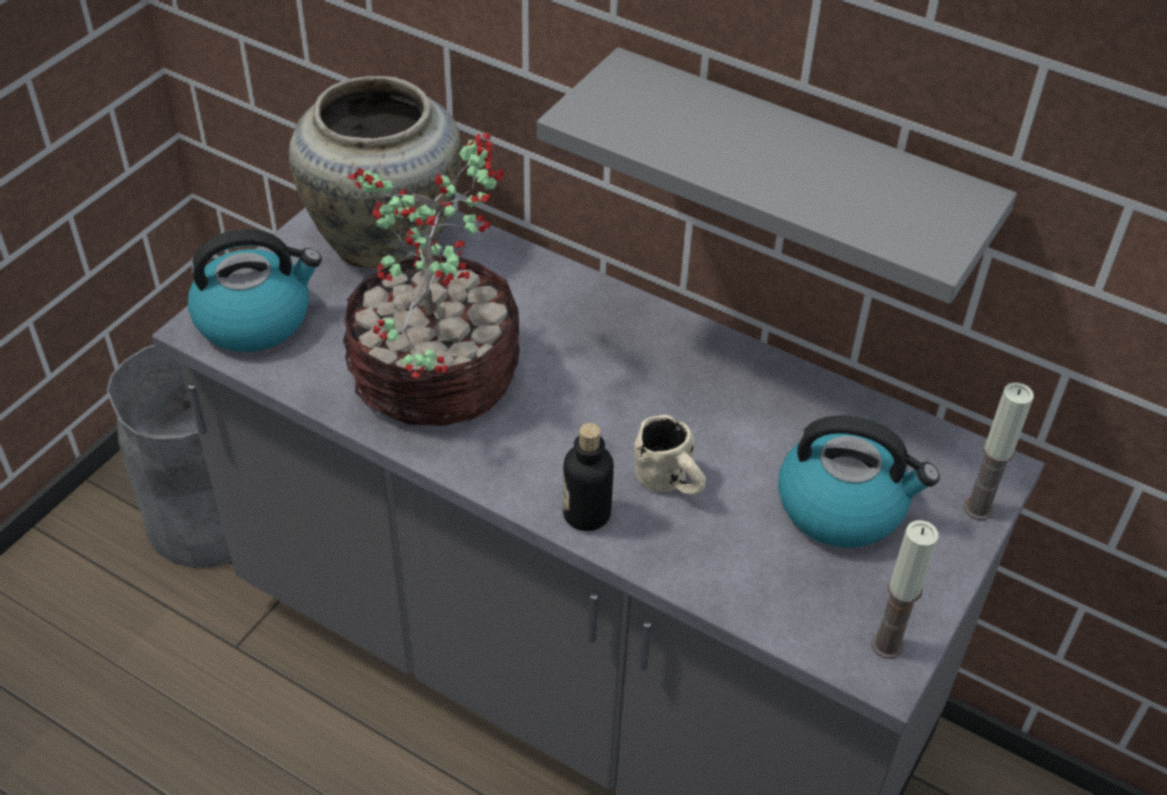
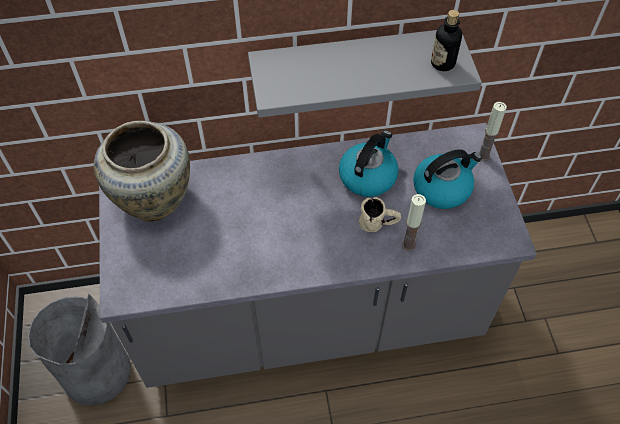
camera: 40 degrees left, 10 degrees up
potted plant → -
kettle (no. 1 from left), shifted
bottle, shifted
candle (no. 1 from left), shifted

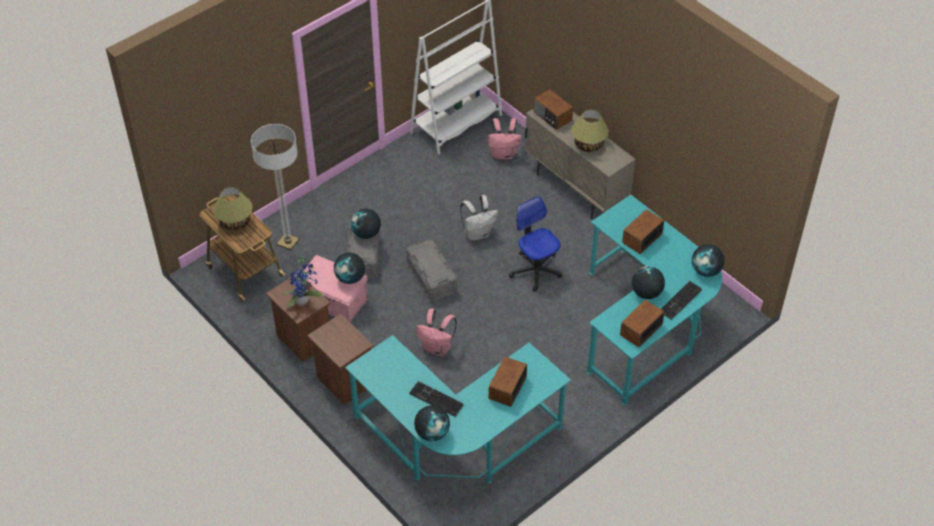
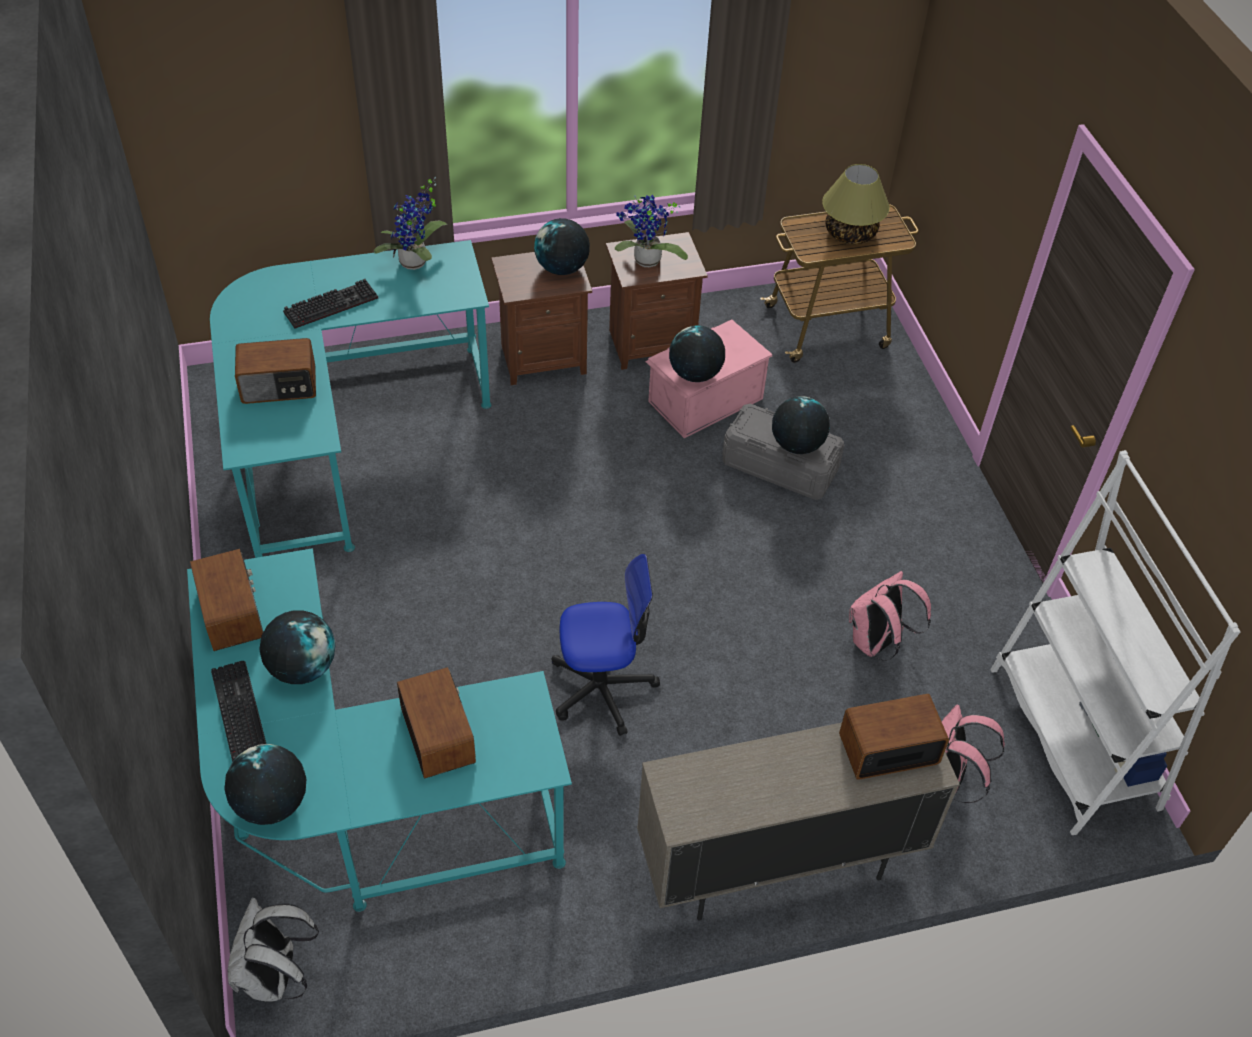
camera: 115 degrees right, 0 degrees up
floor lamp → -
storage box (grey) (no. 2 from left) → -
table lamp (no. 2 from left) → -
- → potted plant (no. 1 from left)
globe (no. 3 from left), shifted
backpack (pink) (no. 1 from left), shifted
backpack (white), shifted
radio (no. 1 from left in the first image) → radio (no. 2 from left), 120 degrees clockwise

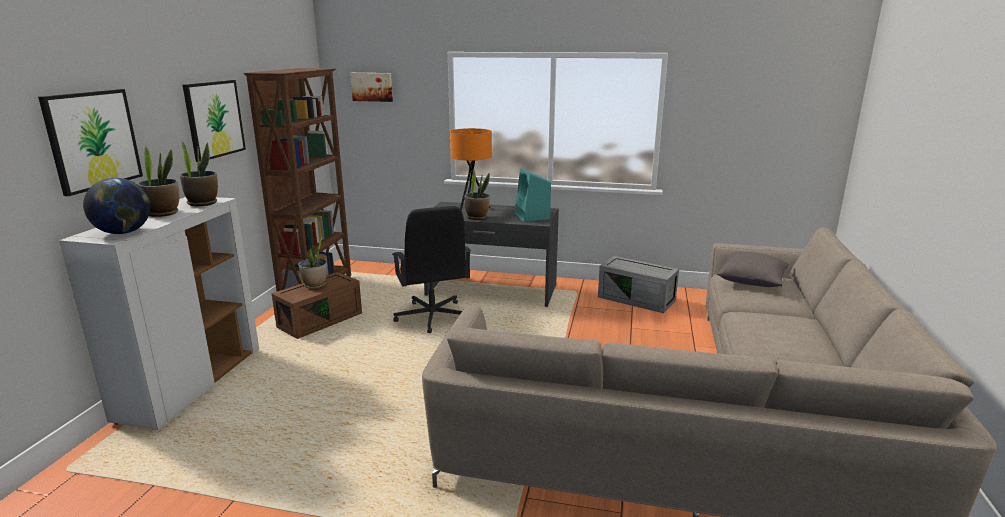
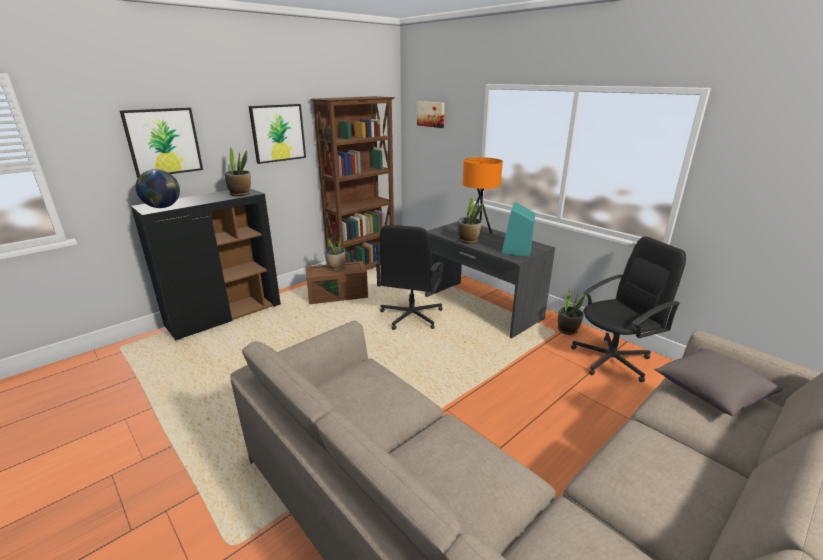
camera: 35 degrees right, 5 degrees up
potted plant (no. 1 from left in the first image) → potted plant (no. 4 from left), shifted
storage box (grey) → office chair (black) (no. 2 from left)
cabinet (white) → cabinet (black)

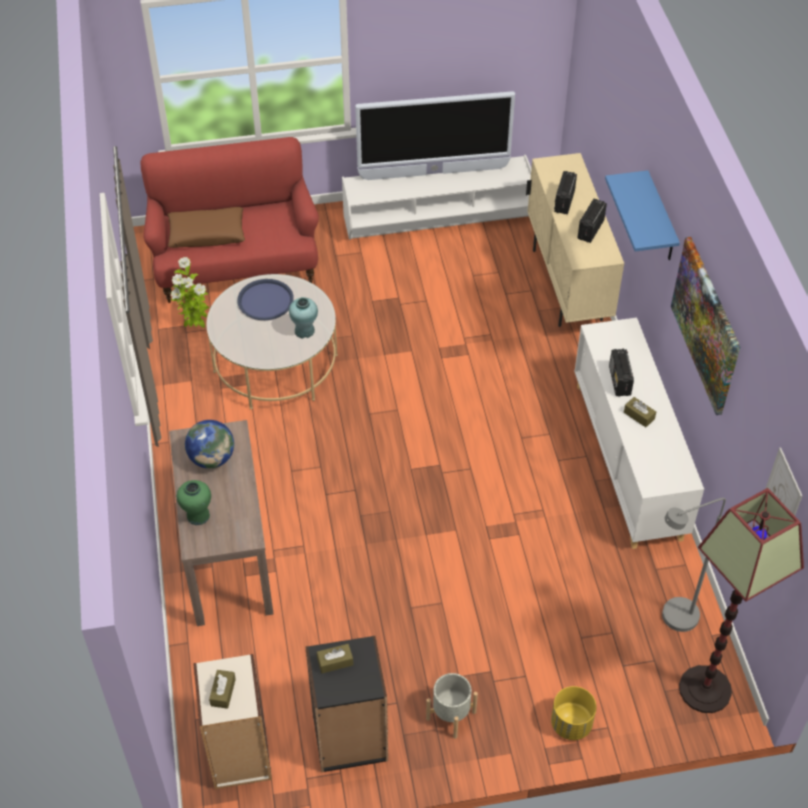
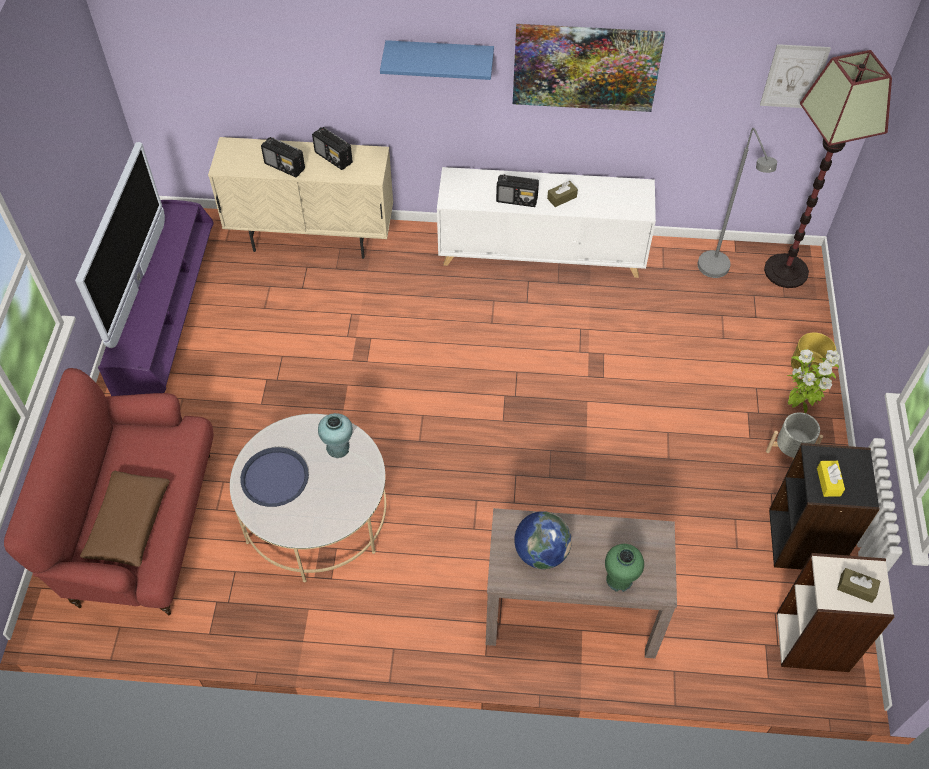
camera: 75 degrees left, 5 degrees up
potted plant, shifted
tissue box (brown) (no. 2 from left) → tissue box (yellow)
tv stand (white) → tv stand (purple)

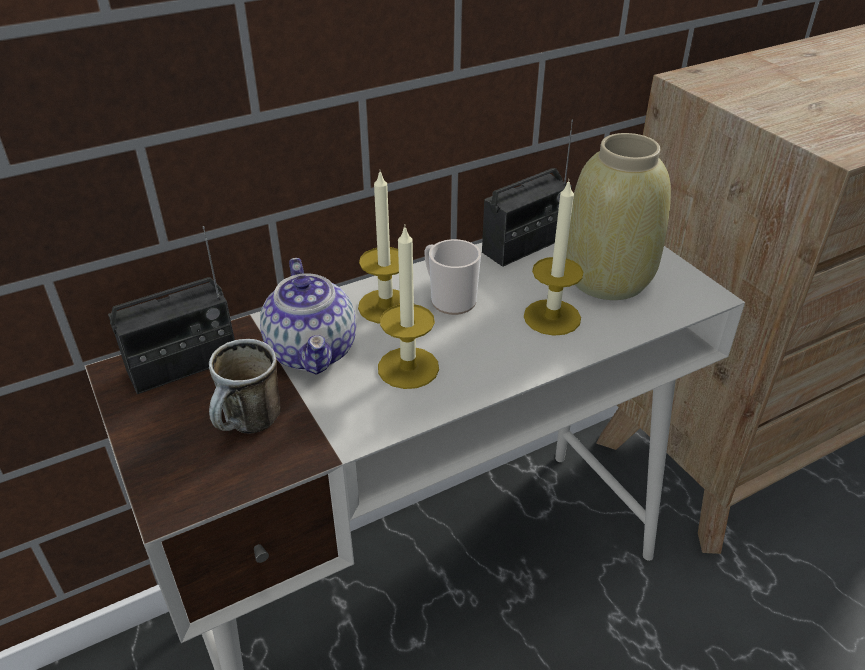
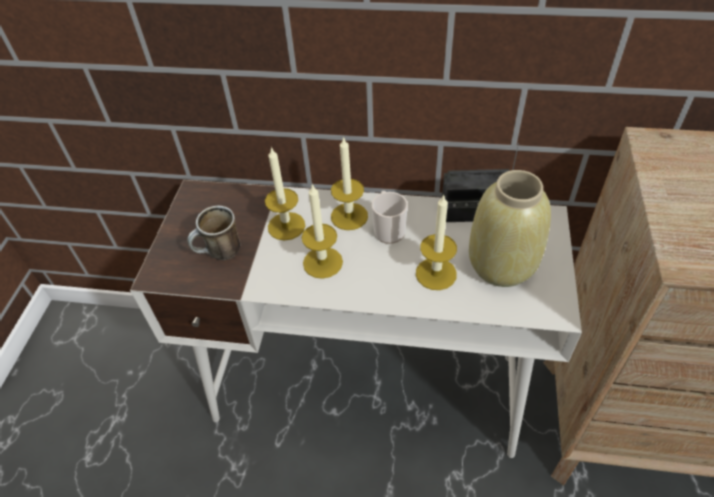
camera: 40 degrees right, 10 degrees up
radio (no. 1 from left) → -
teapot → candle (no. 1 from left)

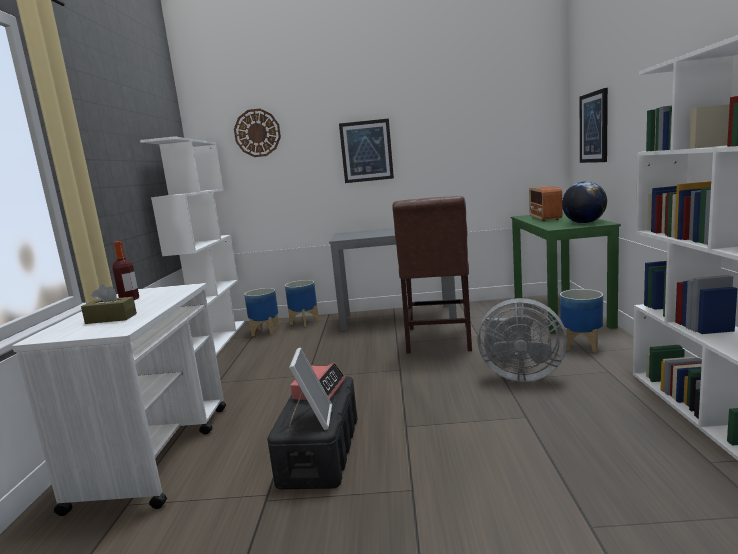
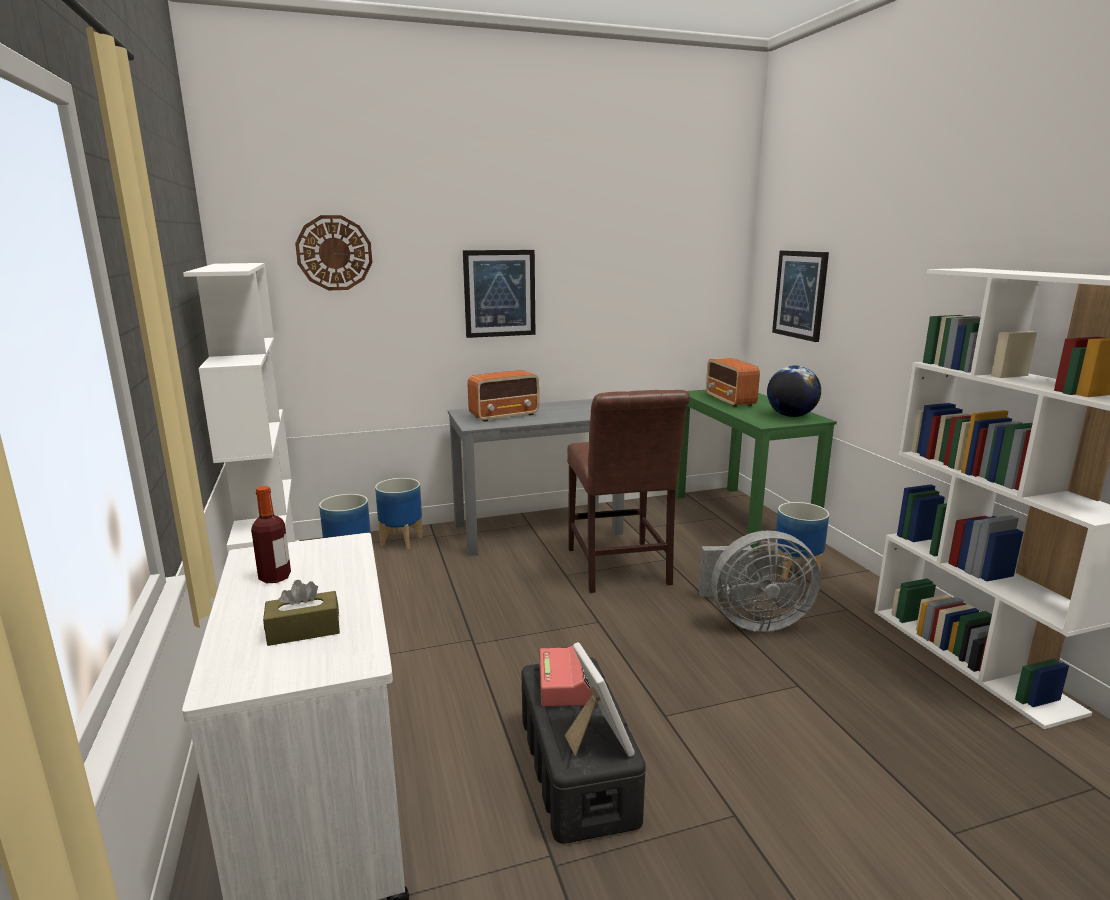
camera: 20 degrees left, 5 degrees up
- → radio (no. 1 from left)

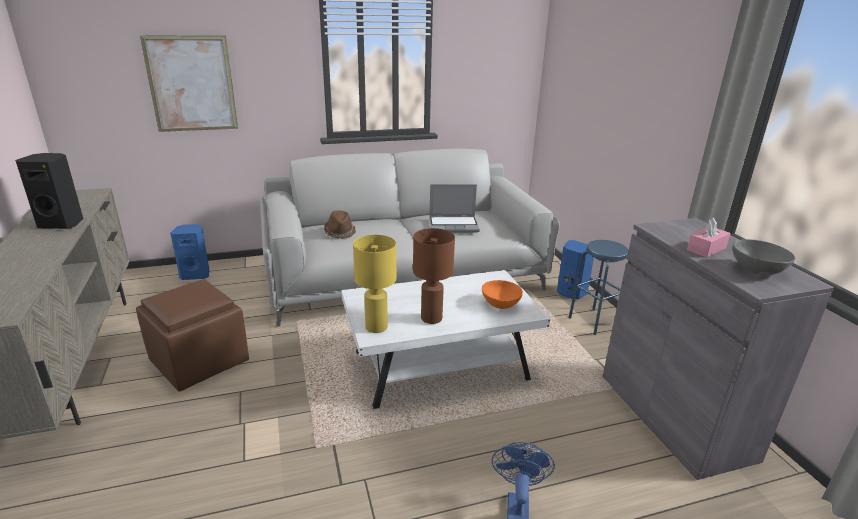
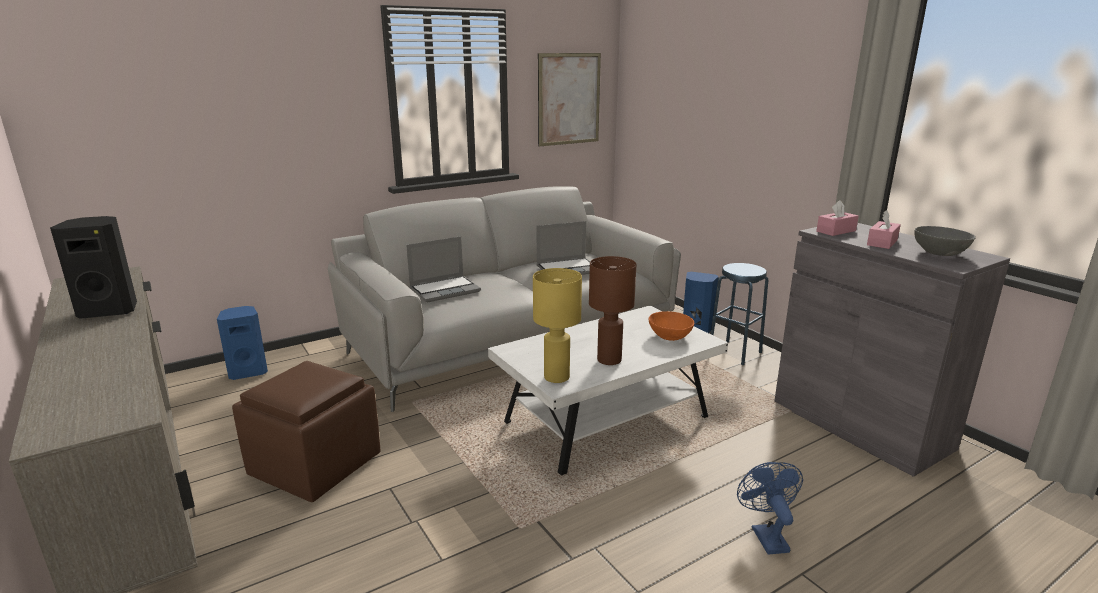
camera: 15 degrees left, 5 degrees down
- → tissue box (pink) (no. 1 from left)
picture, shifted
hat (brown) → laptop (no. 1 from left)

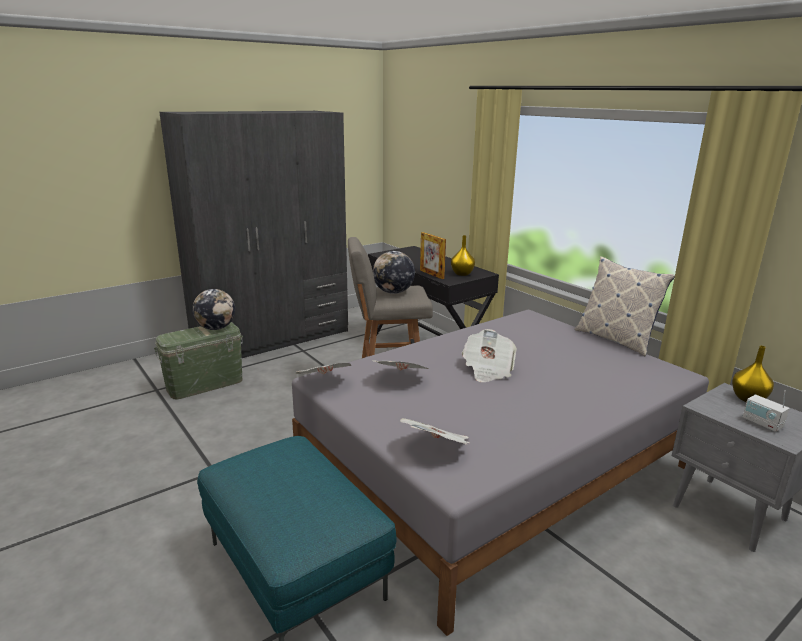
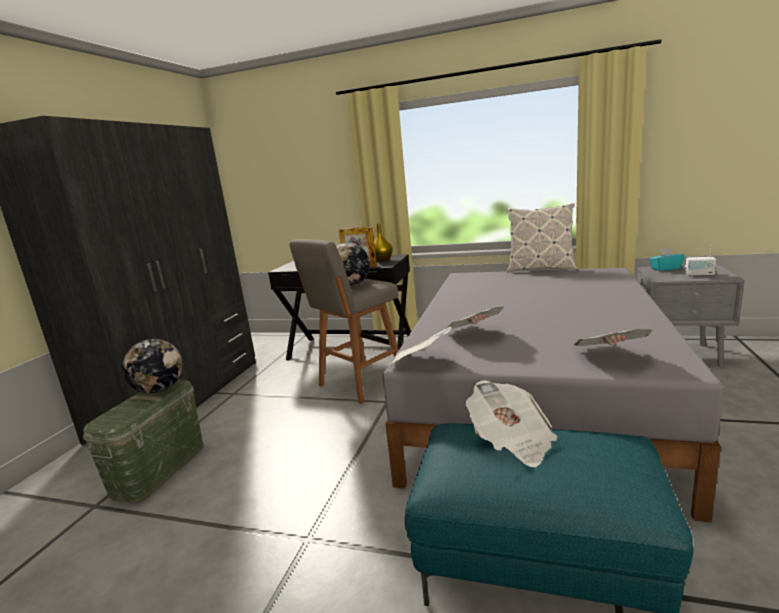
camera: 35 degrees left, 5 degrees down
newspaper (no. 4 from left in the first image) → newspaper (no. 3 from left), shifted
vase (yellow) (no. 2 from left) → tissue box (turquoise)

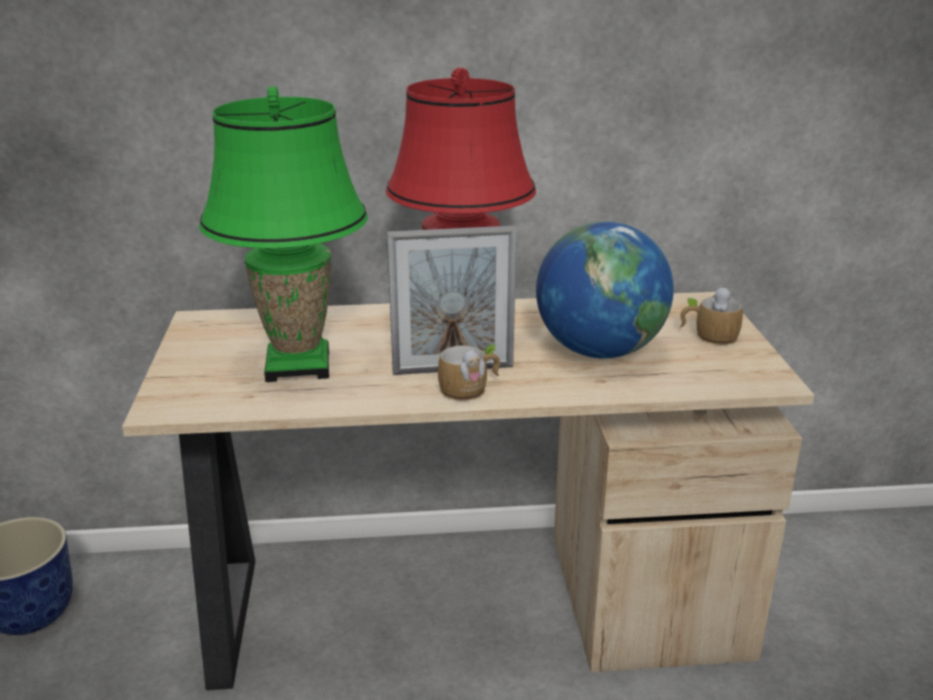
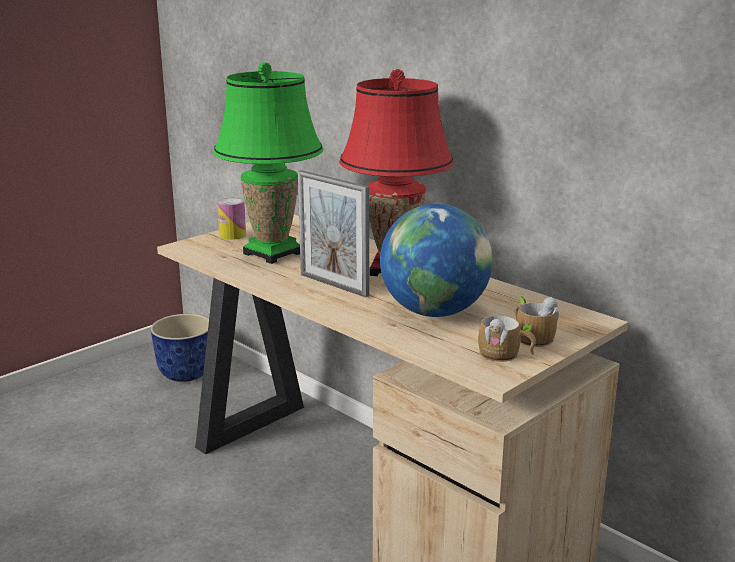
camera: 50 degrees right, 5 degrees down
- → can
mug (no. 1 from left), shifted

